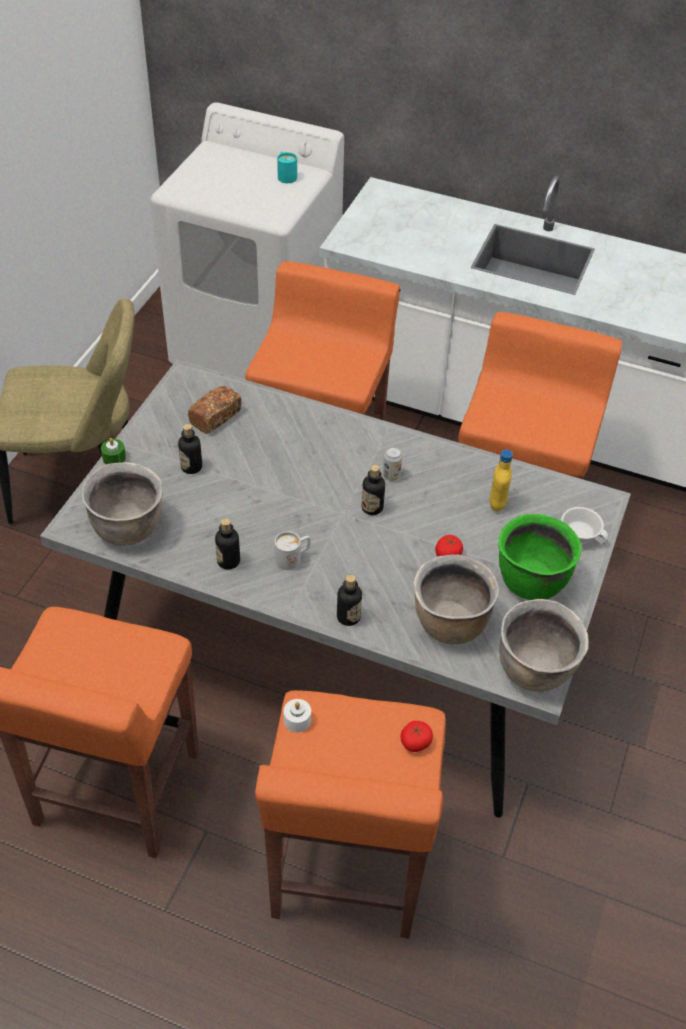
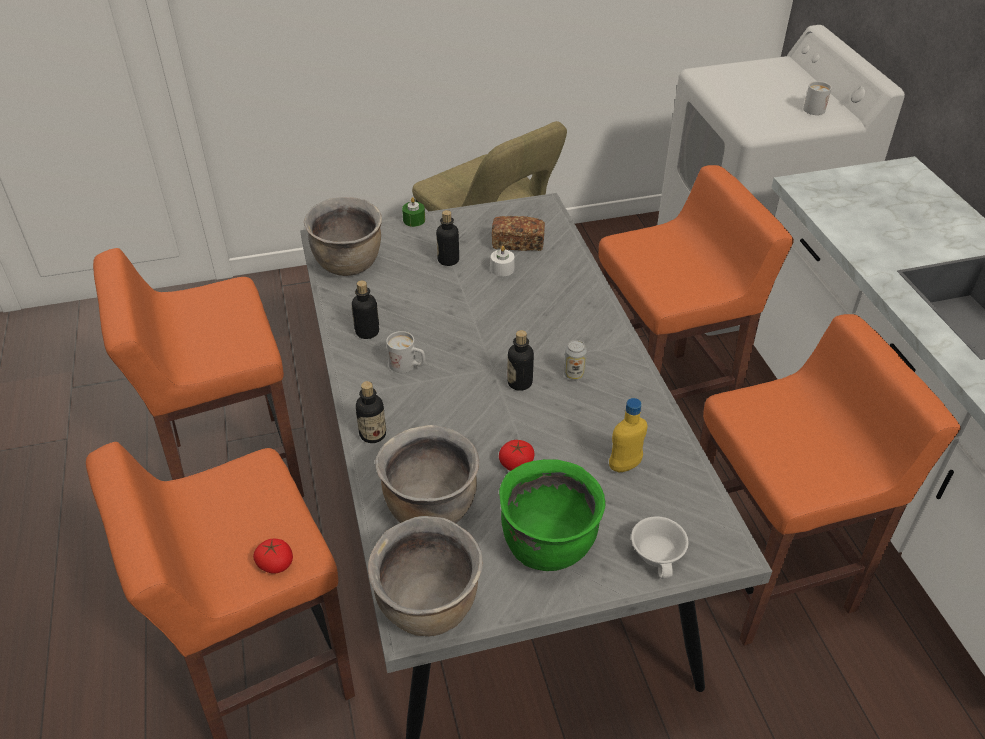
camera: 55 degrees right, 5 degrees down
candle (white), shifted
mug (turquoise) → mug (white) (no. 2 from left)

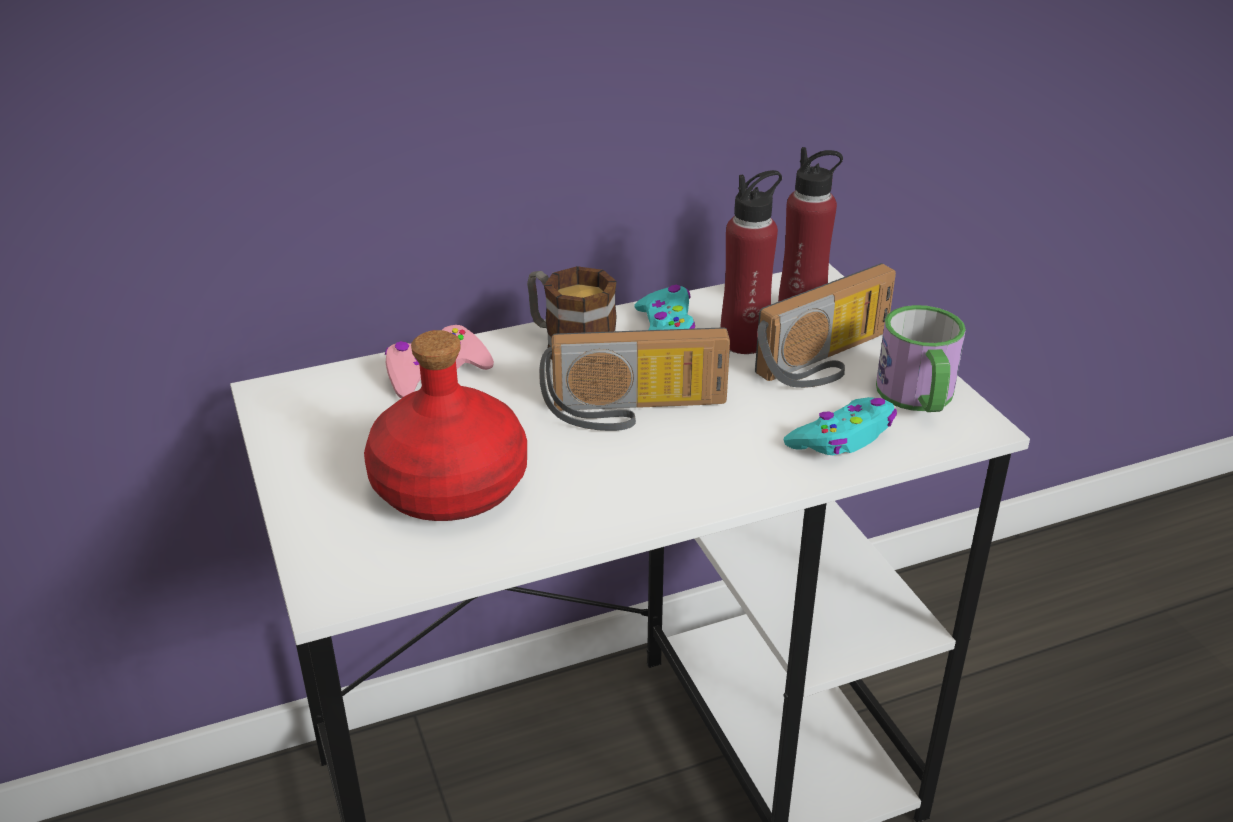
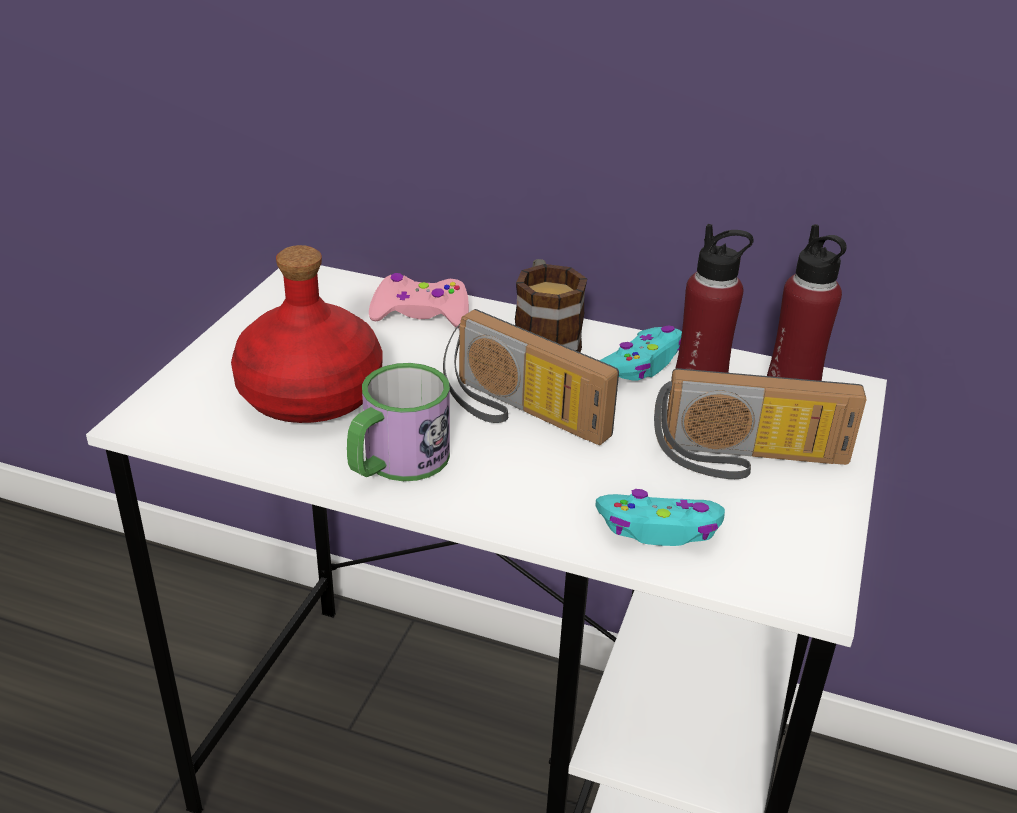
camera: 40 degrees right, 0 degrees up
mug (no. 2 from left in the first image) → mug (no. 1 from left), shifted

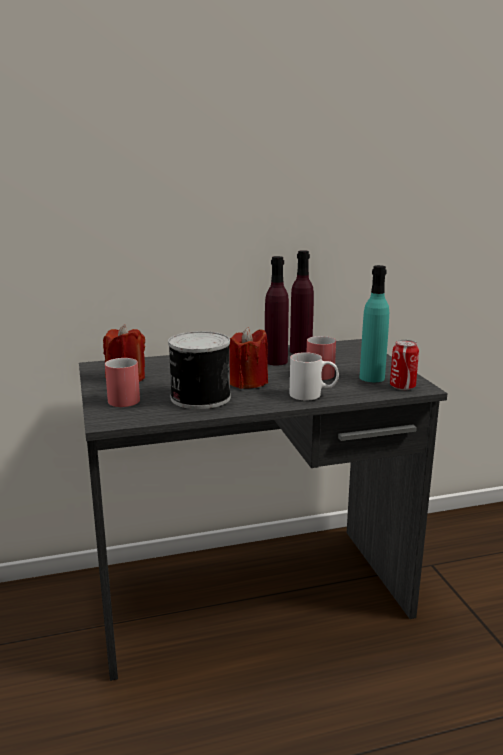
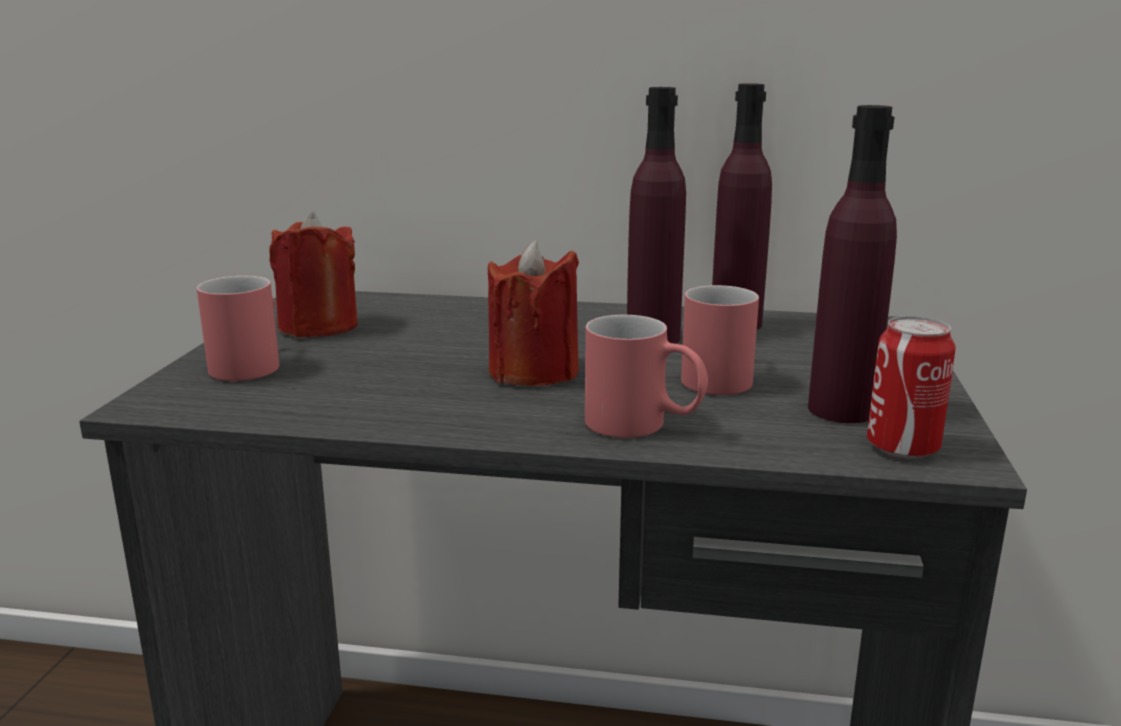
camera: 25 degrees right, 0 degrees up
can (no. 1 from left) → -
mug (white) → mug (red) (no. 2 from left)
bottle (turquoise) → bottle (purple) (no. 3 from left)

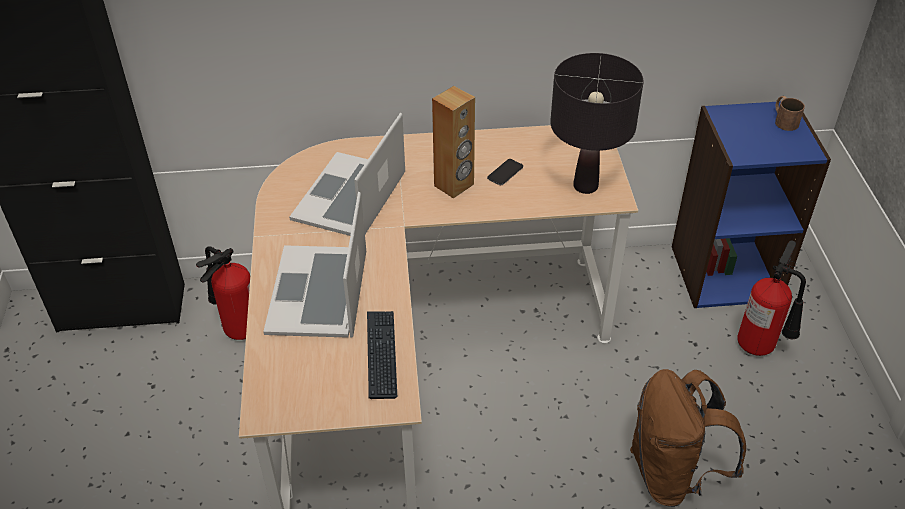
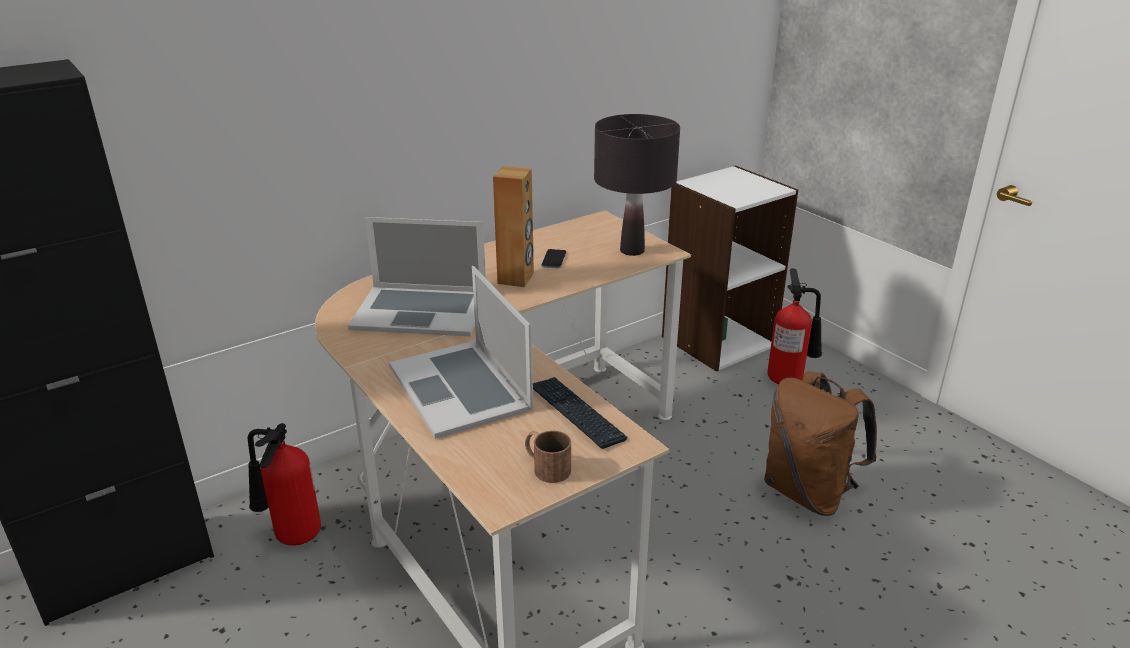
camera: 30 degrees left, 15 degrees down
mug (brown), shifted
bookcase (blue) → bookcase (white)
laptop (no. 2 from left in the first image) → laptop (no. 1 from left), 75 degrees counterclockwise

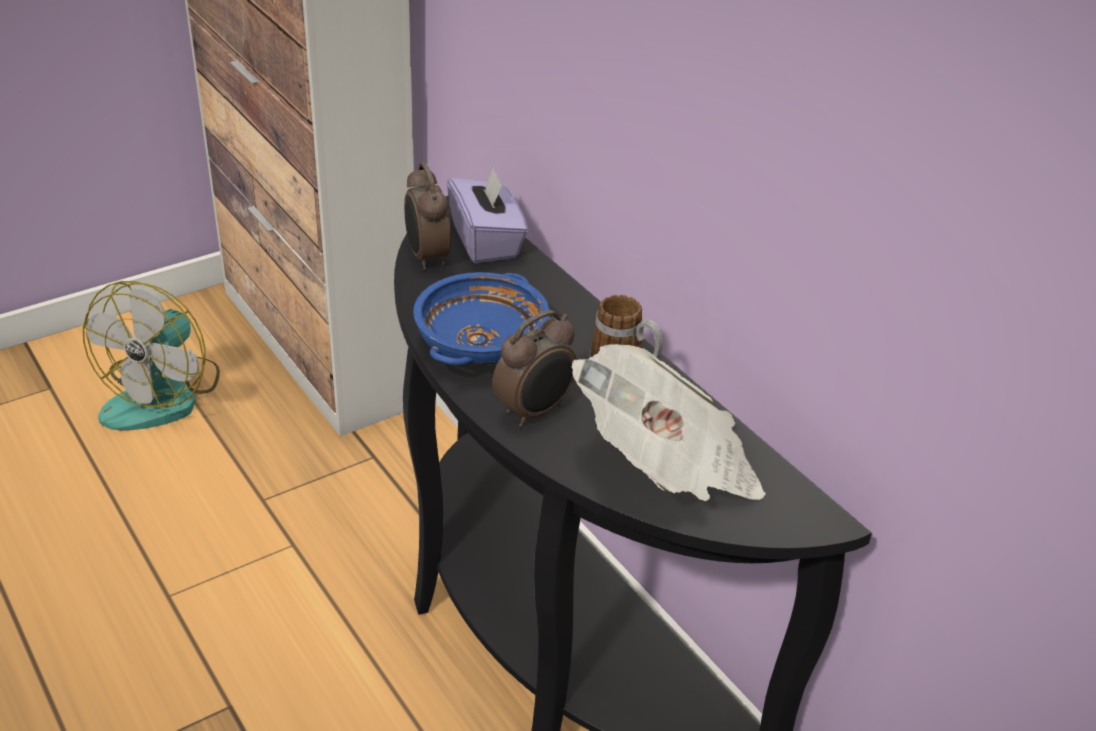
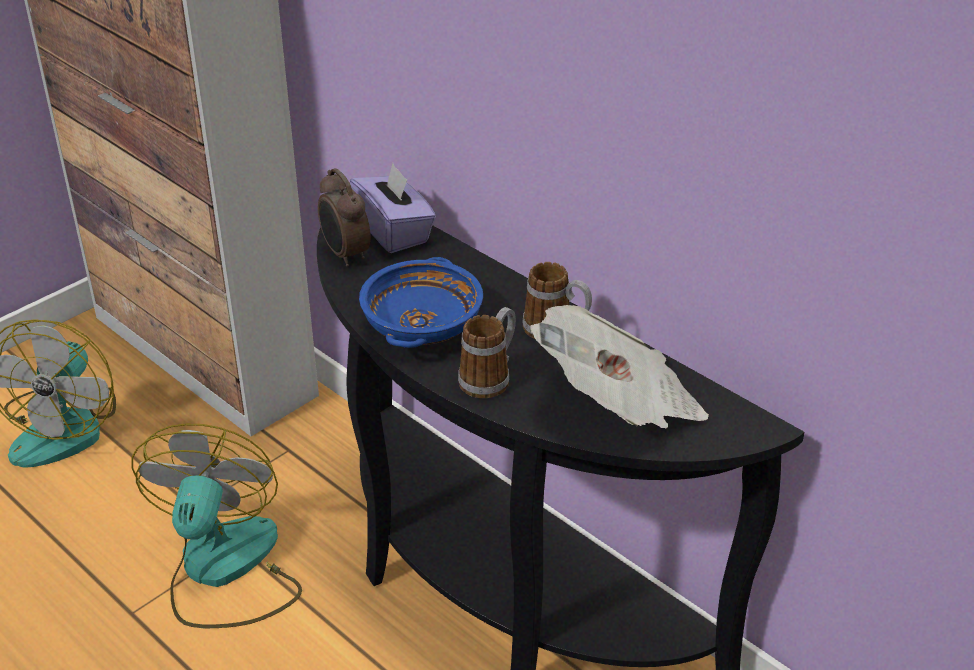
camera: 10 degrees left, 0 degrees up
- → fan (no. 2 from left)
alarm clock (no. 2 from left) → mug (no. 1 from left)

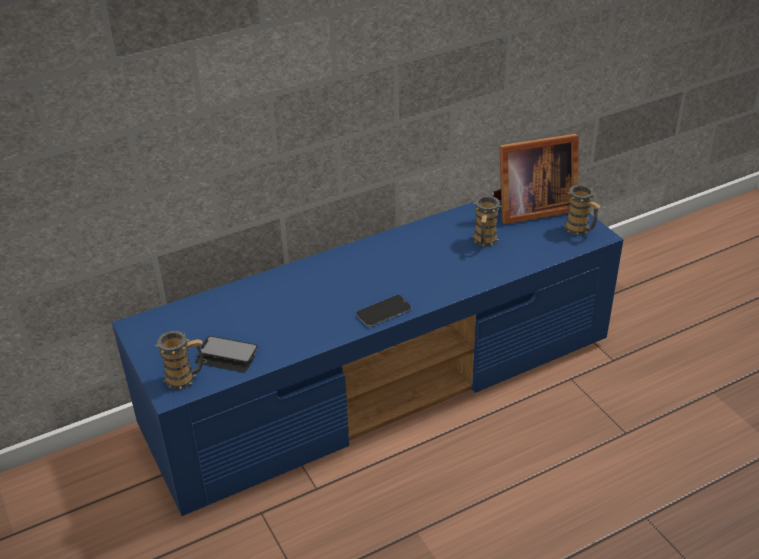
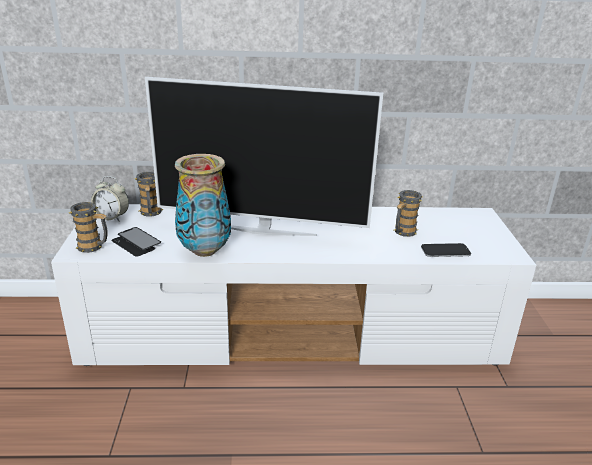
camera: 25 degrees right, 10 degrees down
picture frame → -
- → alarm clock
- → television
- → vase
phone (no. 2 from left), shifted
mug (no. 3 from left in the first image) → mug (no. 2 from left), shifted
tv stand (blue) → tv stand (white)

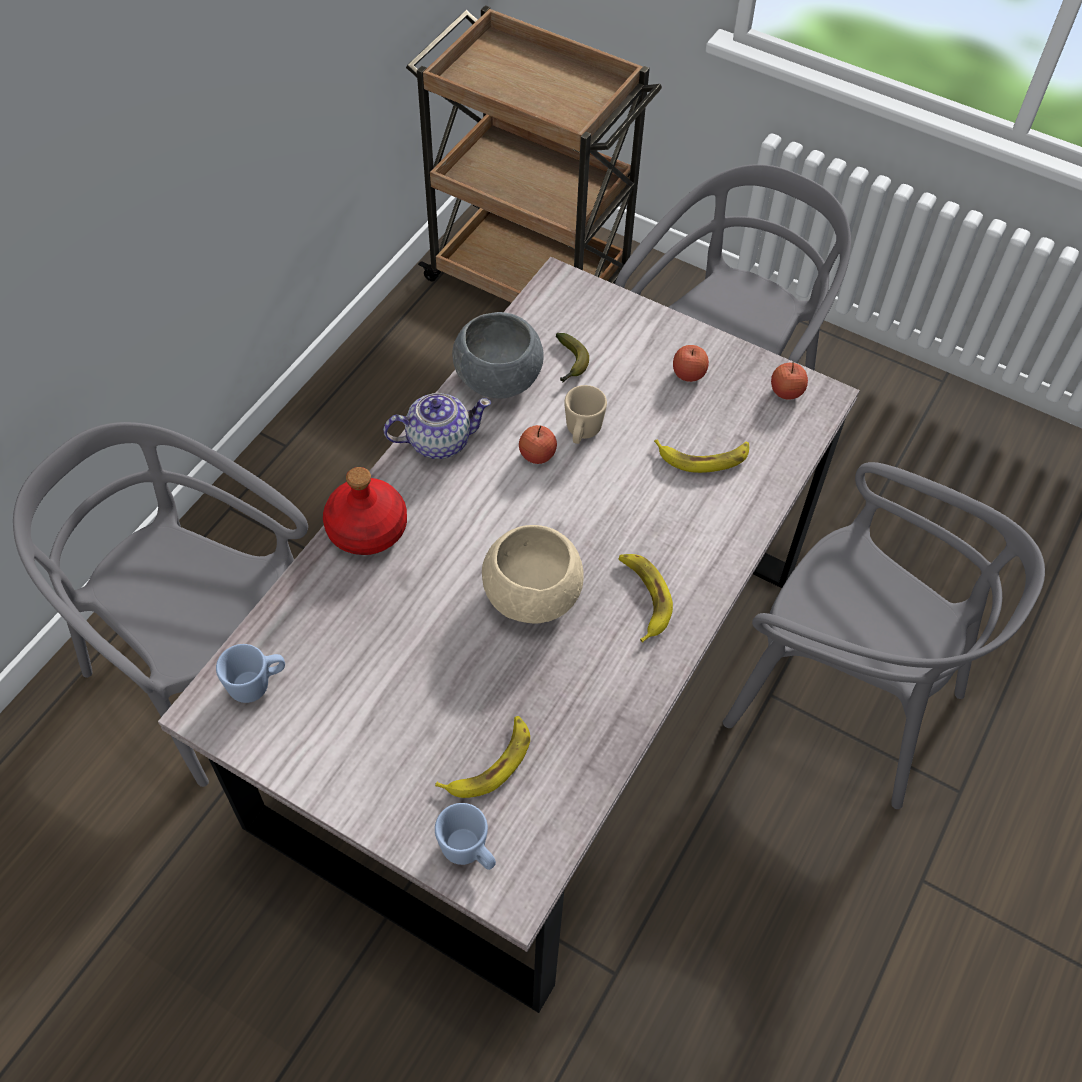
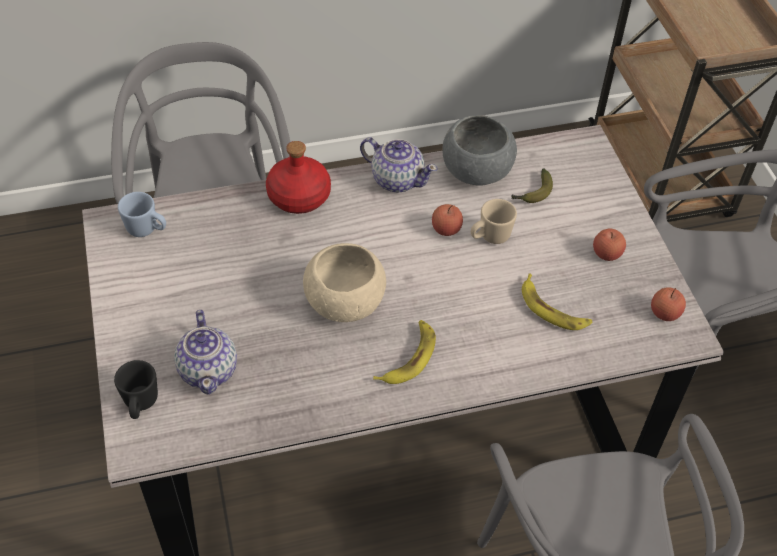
camera: 45 degrees right, 5 degrees down
banana (no. 1 from left) → teapot (no. 1 from left)
mug (blue) (no. 2 from left) → mug (black)

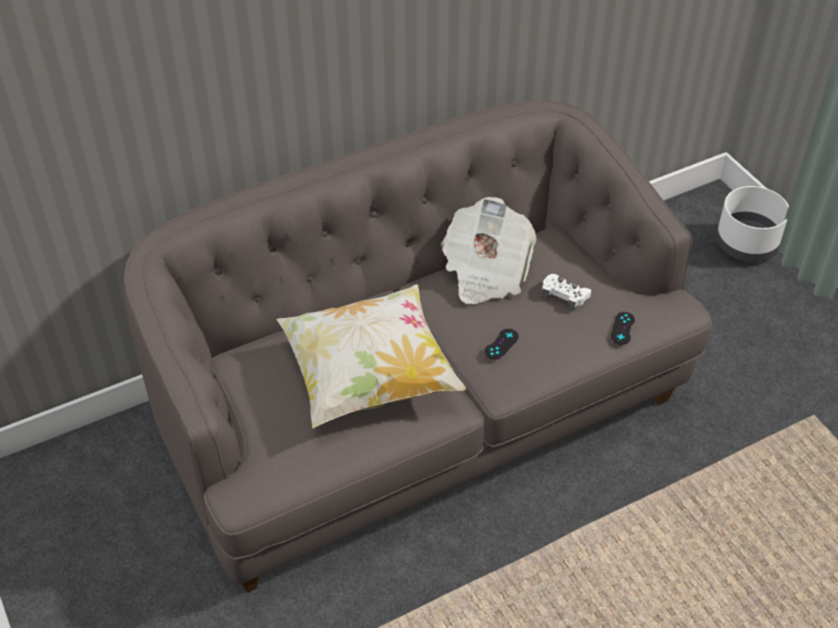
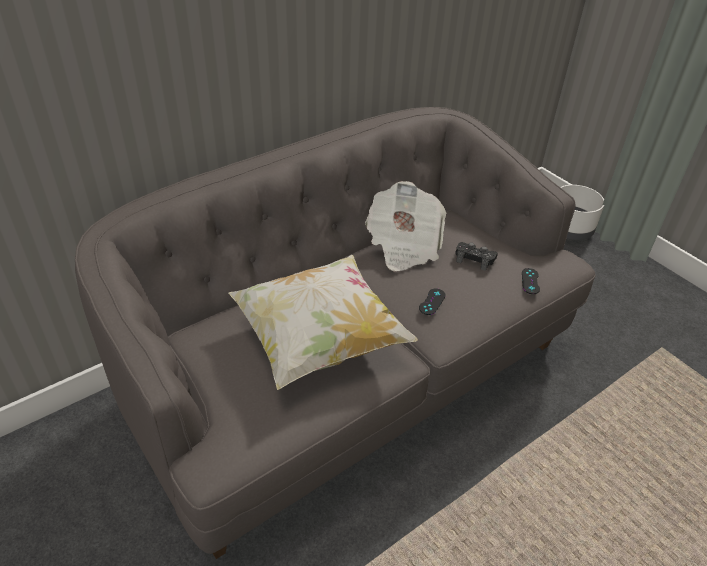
camera: 10 degrees left, 5 degrees down
game controller (white) → game controller (black) (no. 2 from left)

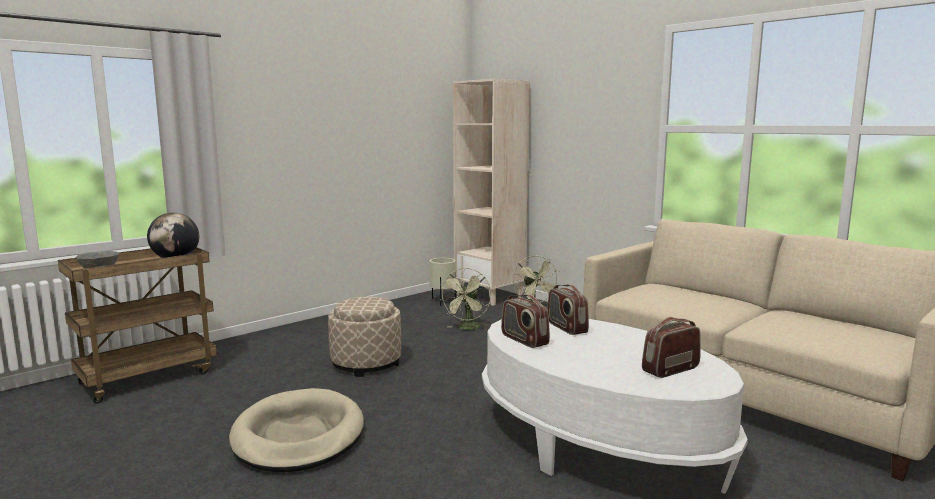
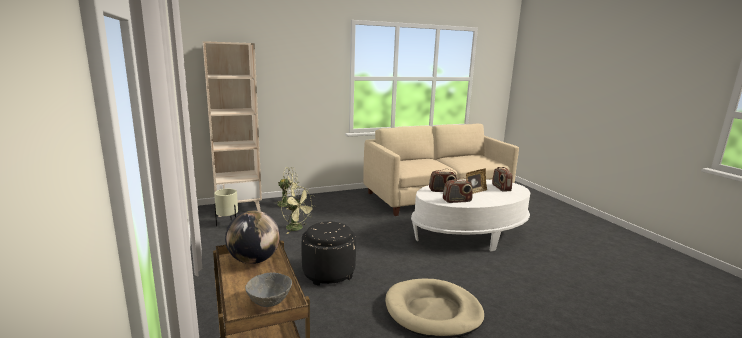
camera: 70 degrees left, 5 degrees up
- → picture frame
ottoman (beige) → ottoman (black)

